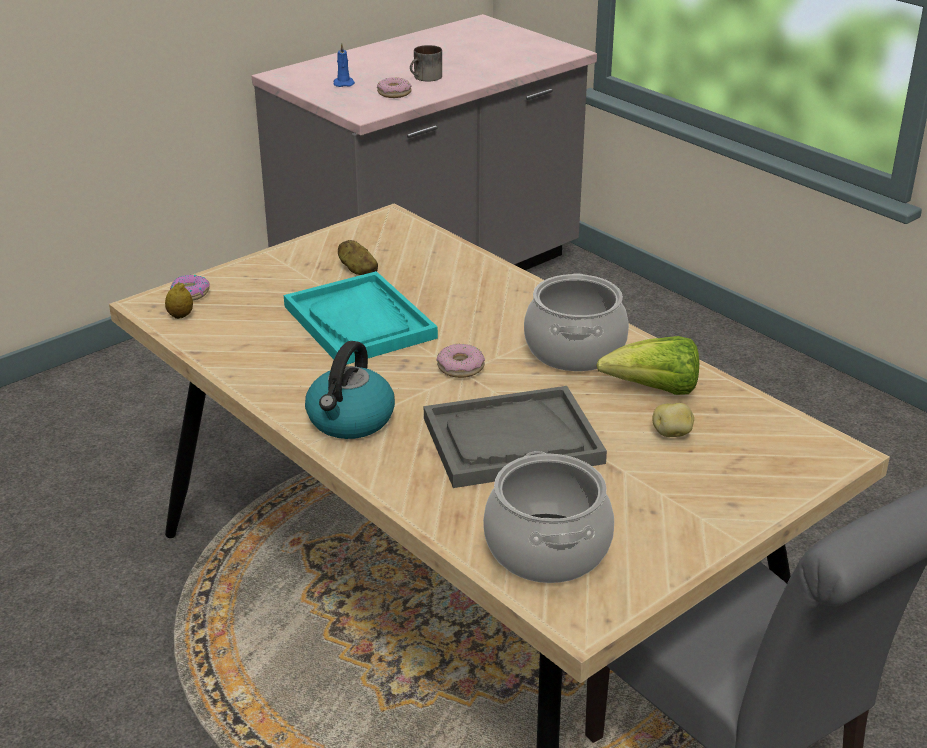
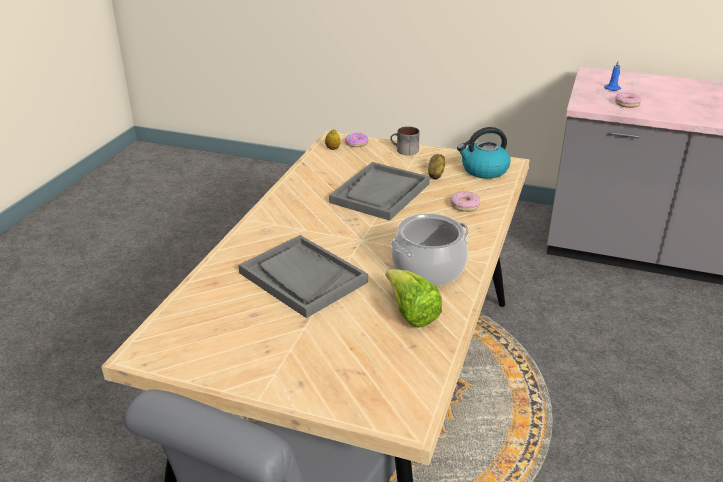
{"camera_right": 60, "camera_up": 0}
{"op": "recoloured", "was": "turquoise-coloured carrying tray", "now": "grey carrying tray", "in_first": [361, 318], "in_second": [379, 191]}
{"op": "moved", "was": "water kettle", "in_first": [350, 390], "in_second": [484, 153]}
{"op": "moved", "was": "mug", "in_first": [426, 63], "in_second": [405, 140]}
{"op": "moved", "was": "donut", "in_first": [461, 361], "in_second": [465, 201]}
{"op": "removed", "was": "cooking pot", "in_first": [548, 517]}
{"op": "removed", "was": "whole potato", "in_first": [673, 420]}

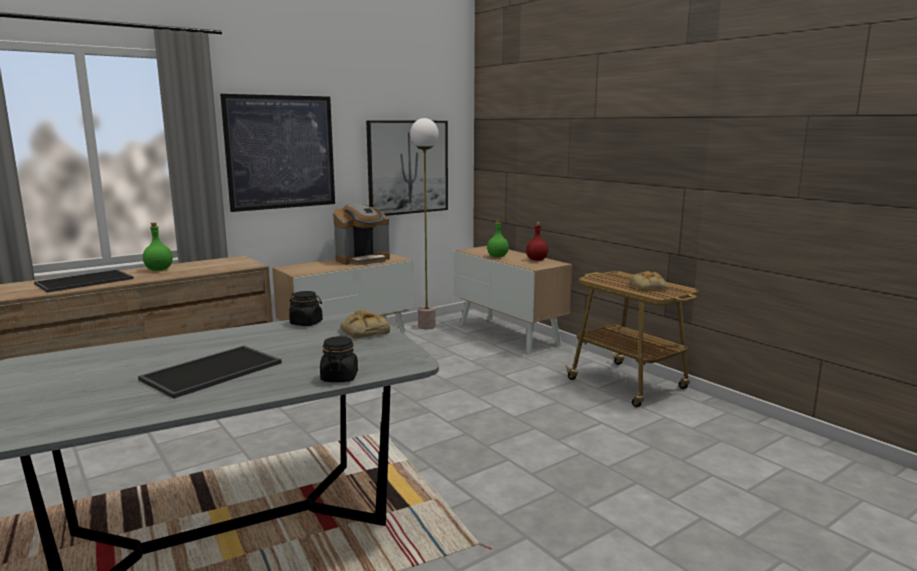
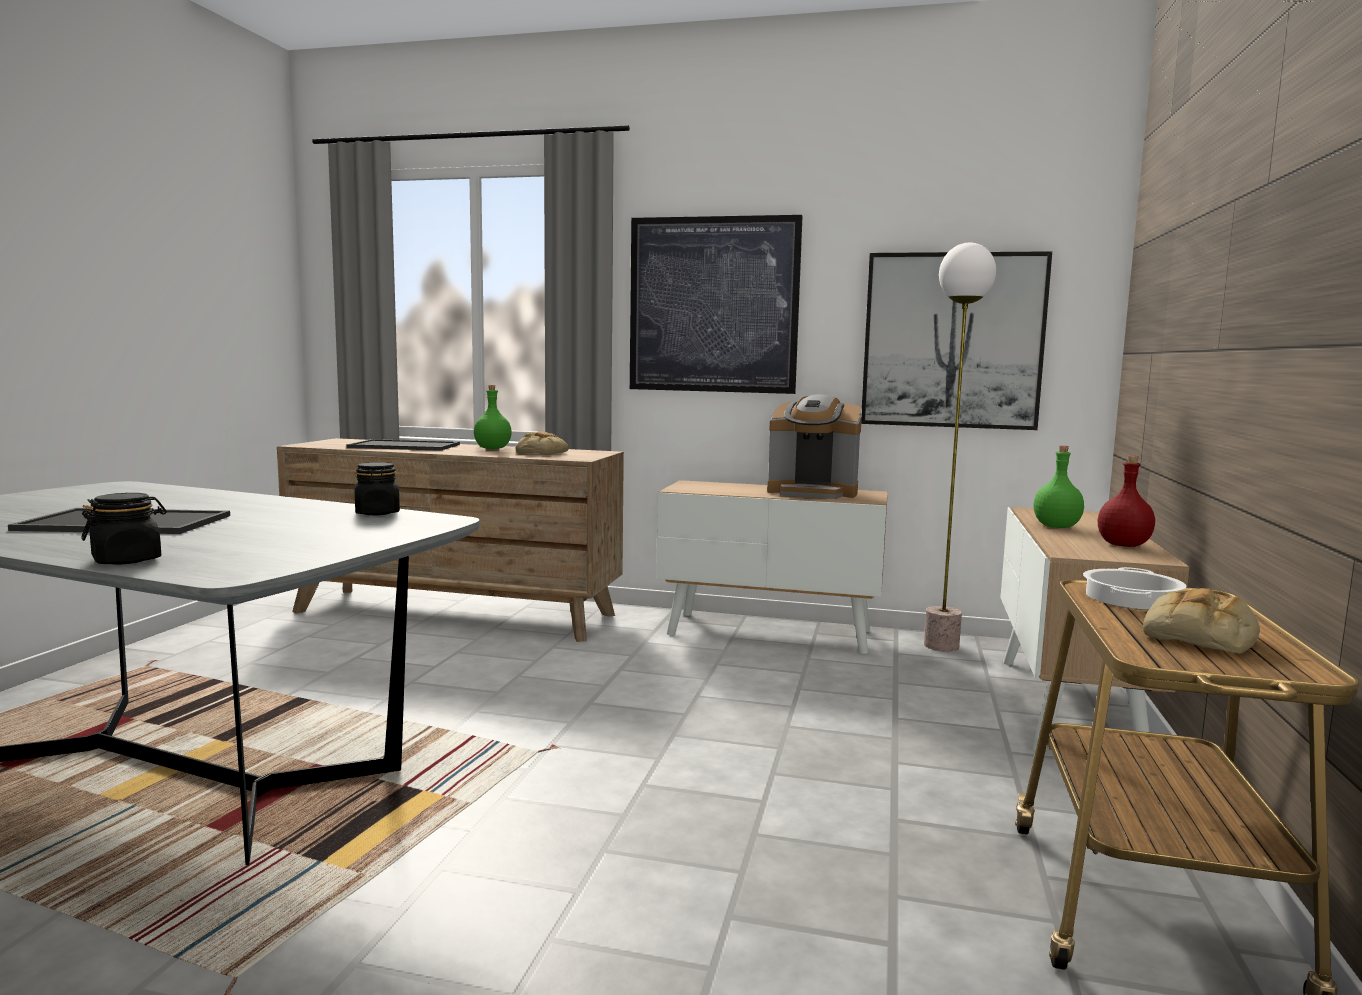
{"camera_right": 50, "camera_up": -5}
{"op": "moved", "was": "bread", "in_first": [365, 324], "in_second": [542, 443]}
{"op": "added", "now": "cooking pot", "in_second": [1135, 588]}

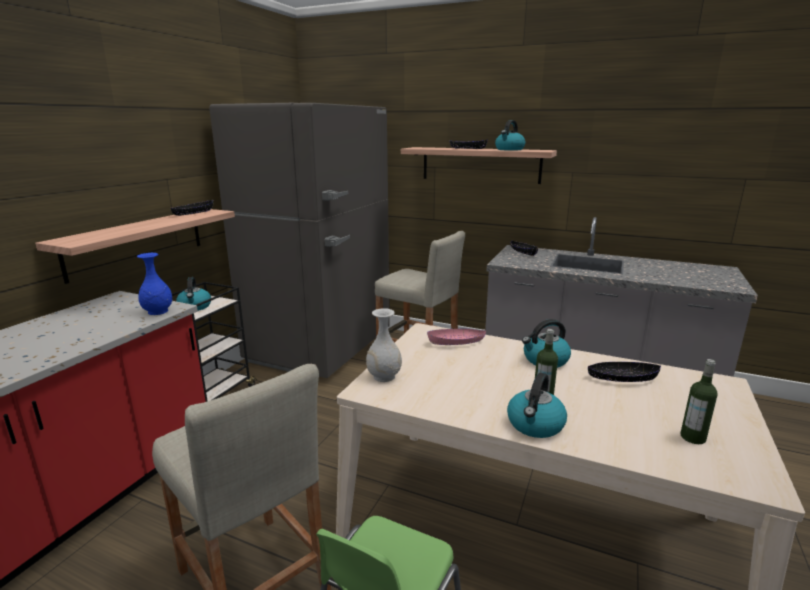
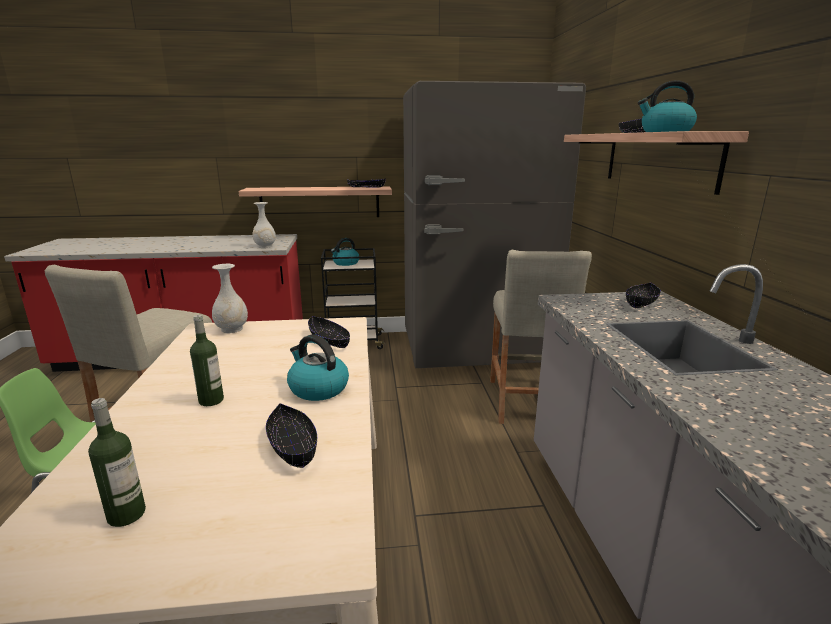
{"camera_right": 60, "camera_up": 0}
{"op": "recoloured", "was": "bluish flower vase", "now": "white-coloured flower vase", "in_first": [154, 284], "in_second": [264, 225]}
{"op": "recoloured", "was": "pink-coloured serving bowl", "now": "blackish serving bowl", "in_first": [456, 337], "in_second": [329, 332]}
{"op": "removed", "was": "water kettle", "in_first": [537, 405]}

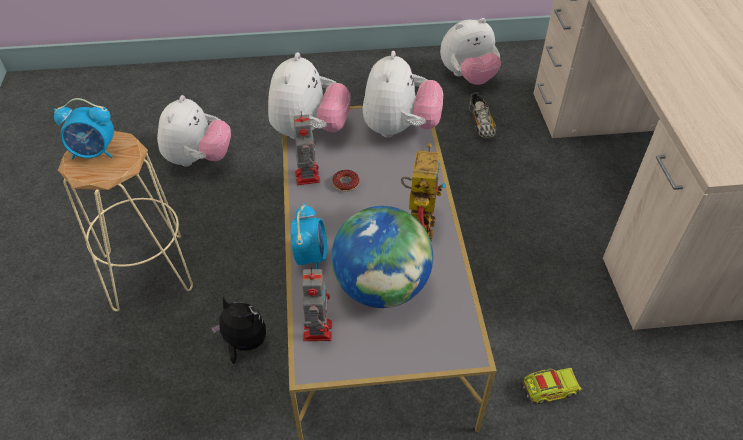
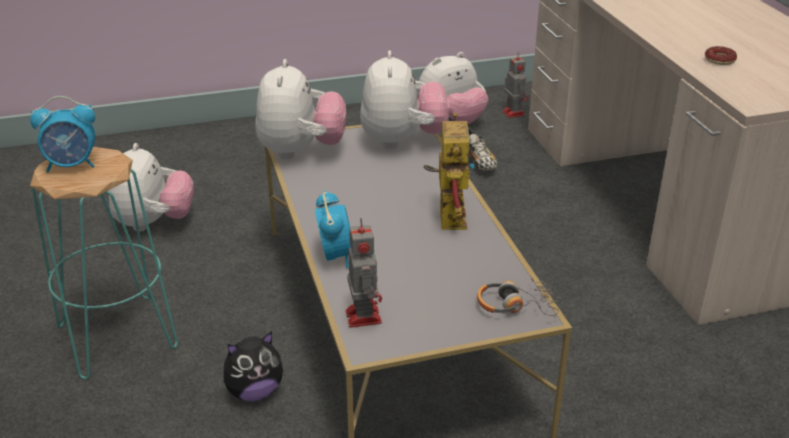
{"camera_right": -10, "camera_up": -15}
{"op": "recoloured", "was": "beige-coloured sitting stool", "now": "turquoise-coloured sitting stool", "in_first": [125, 221], "in_second": [104, 263]}
{"op": "turned", "was": "cuddly toy", "in_first": [238, 331], "in_second": [253, 366], "clockwise": 135}
{"op": "moved", "was": "model robot", "in_first": [307, 148], "in_second": [515, 84]}
{"op": "removed", "was": "globe", "in_first": [382, 257]}
{"op": "moved", "was": "donut", "in_first": [345, 181], "in_second": [721, 55]}
{"op": "removed", "was": "toy lorry", "in_first": [552, 386]}
{"op": "added", "now": "headset", "in_second": [518, 296]}

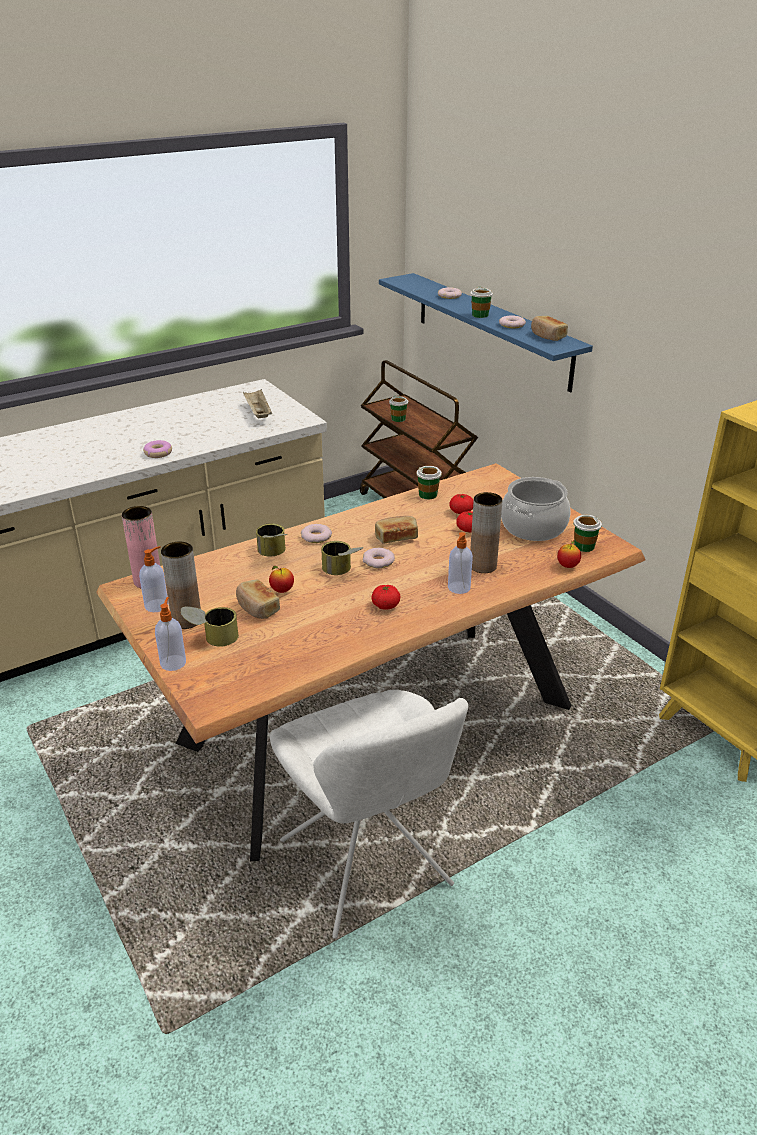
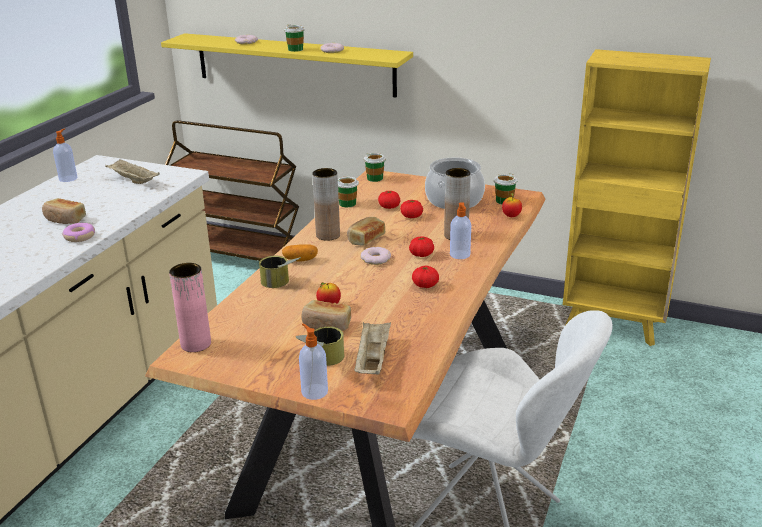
{"camera_right": -35, "camera_up": -5}
{"op": "moved", "was": "liquid soap bottle", "in_first": [153, 579], "in_second": [65, 155]}
{"op": "moved", "was": "brownish flower vase", "in_first": [181, 585], "in_second": [326, 204]}
{"op": "replaced", "was": "donut", "now": "whole potato", "in_first": [316, 533], "in_second": [300, 253]}
{"op": "removed", "was": "sealed can", "in_first": [342, 558]}
{"op": "recoloured", "was": "bluish shelf", "now": "yellow-coloured shelf", "in_first": [486, 333], "in_second": [287, 65]}
{"op": "moved", "was": "small cup", "in_first": [398, 409], "in_second": [375, 167]}
{"op": "moved", "was": "bread", "in_first": [549, 328], "in_second": [64, 211]}
{"op": "added", "now": "beige-coloured carrying tray", "in_second": [372, 348]}
{"op": "added", "now": "whole tomato", "in_second": [421, 246]}

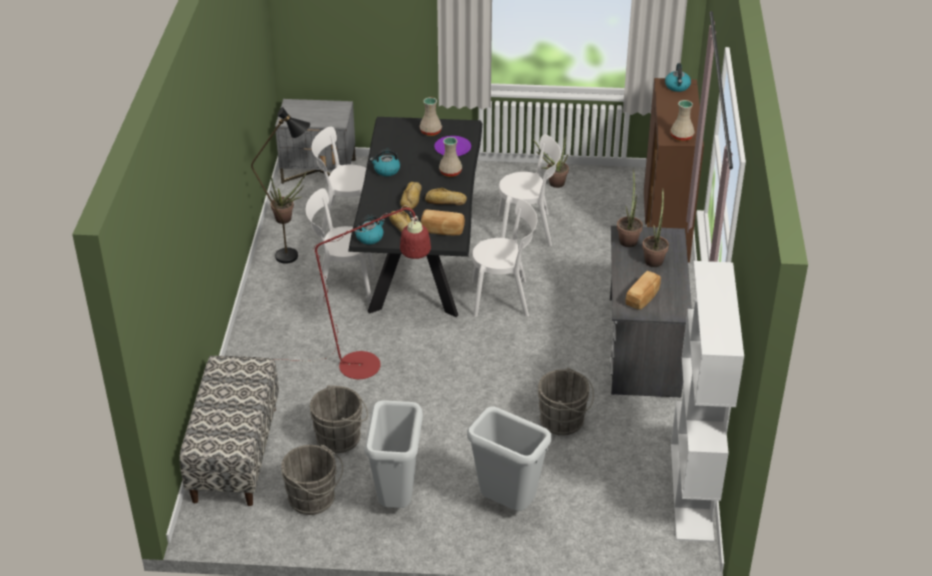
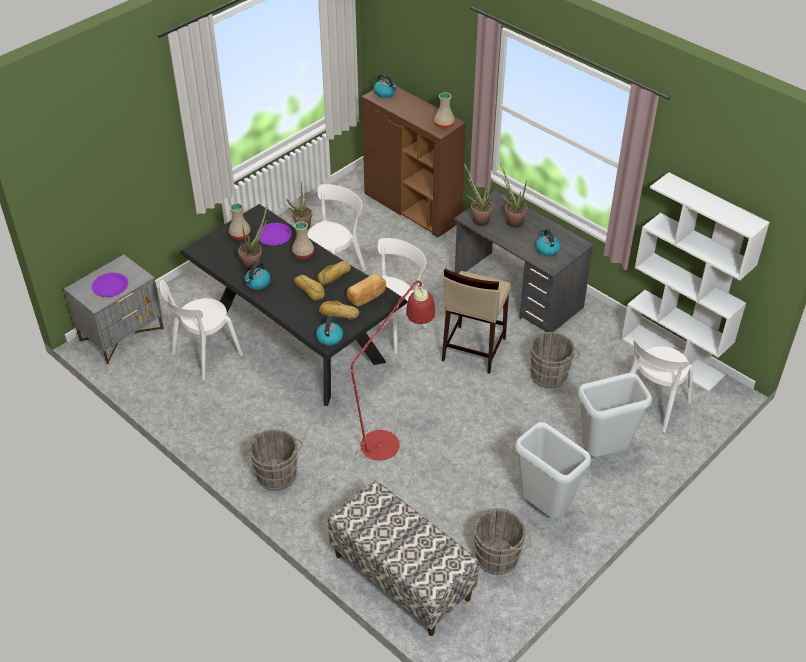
{"camera_right": -50, "camera_up": 5}
{"op": "removed", "was": "blackish floor lamp", "in_first": [281, 185]}
{"op": "moved", "was": "plant in a pot", "in_first": [288, 198], "in_second": [252, 237]}
{"op": "moved", "was": "white-coloured chair", "in_first": [340, 246], "in_second": [661, 382]}
{"op": "moved", "was": "grey pail", "in_first": [339, 419], "in_second": [276, 460]}
{"op": "replaced", "was": "bread", "now": "water kettle", "in_first": [643, 290], "in_second": [548, 242]}
{"op": "added", "now": "purplish flat dish", "in_second": [110, 285]}
{"op": "added", "now": "beige-coloured sitting stool", "in_second": [476, 321]}

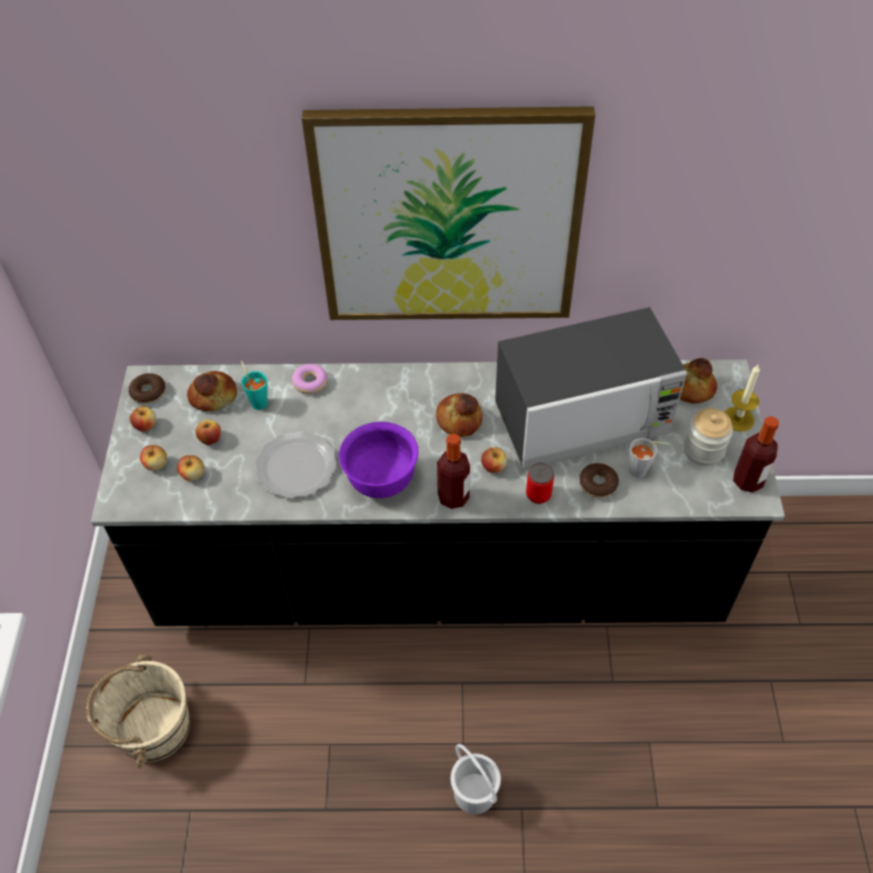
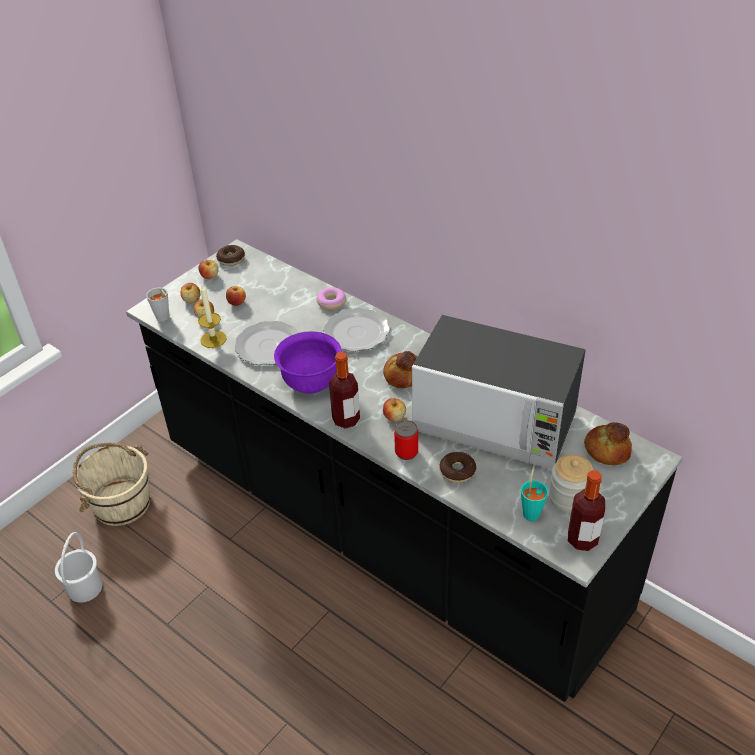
{"camera_right": 40, "camera_up": -10}
{"op": "removed", "was": "bread", "in_first": [212, 391]}
{"op": "moved", "was": "turquoise-coloured small cup", "in_first": [254, 385], "in_second": [534, 493]}
{"op": "removed", "was": "wall picture", "in_first": [448, 213]}
{"op": "moved", "was": "white-coloured pail", "in_first": [475, 779], "in_second": [78, 567]}
{"op": "moved", "was": "grey small cup", "in_first": [649, 458], "in_second": [157, 304]}
{"op": "moved", "was": "candle", "in_first": [742, 398], "in_second": [212, 316]}
{"op": "added", "now": "flat dish", "in_second": [356, 330]}

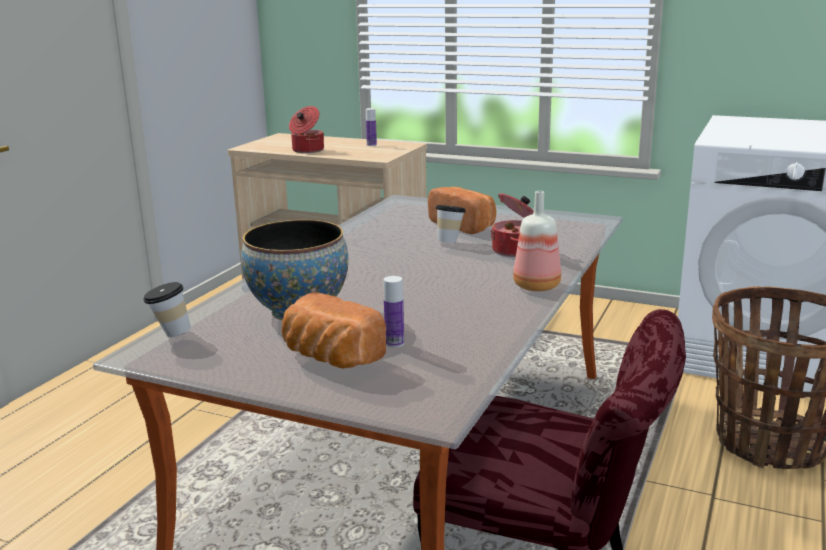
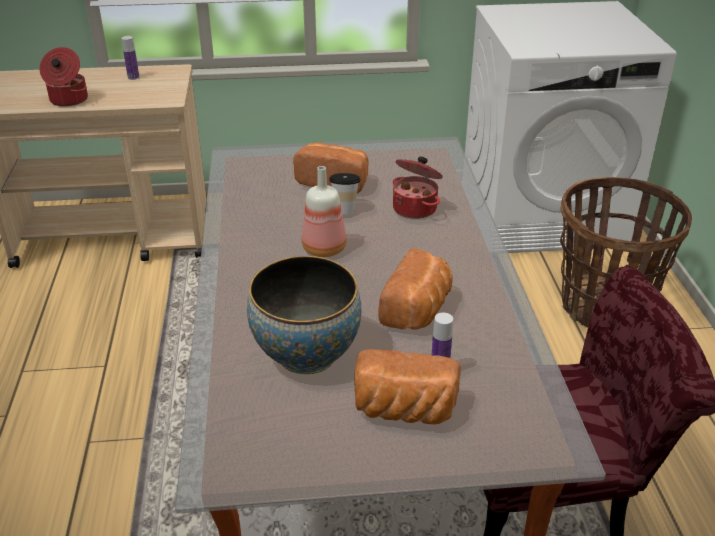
{"camera_right": -30, "camera_up": 15}
{"op": "removed", "was": "small cup", "in_first": [167, 309]}
{"op": "moved", "was": "bottle", "in_first": [537, 241], "in_second": [324, 211]}
{"op": "added", "now": "bread", "in_second": [415, 289]}

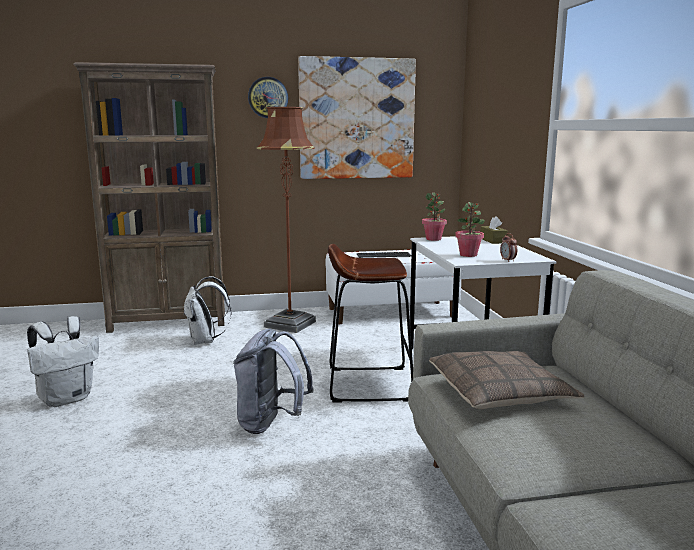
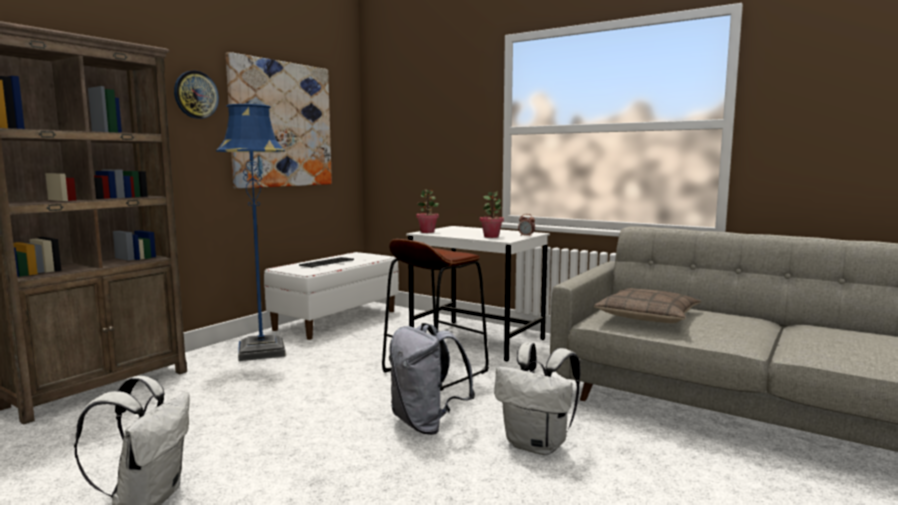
{"camera_right": -45, "camera_up": -5}
{"op": "moved", "was": "white-coloured backpack", "in_first": [207, 310], "in_second": [537, 398]}
{"op": "recoloured", "was": "brownish floor lamp", "now": "bluish floor lamp", "in_first": [286, 220], "in_second": [250, 232]}
{"op": "removed", "was": "brownish tissue box", "in_first": [494, 230]}

